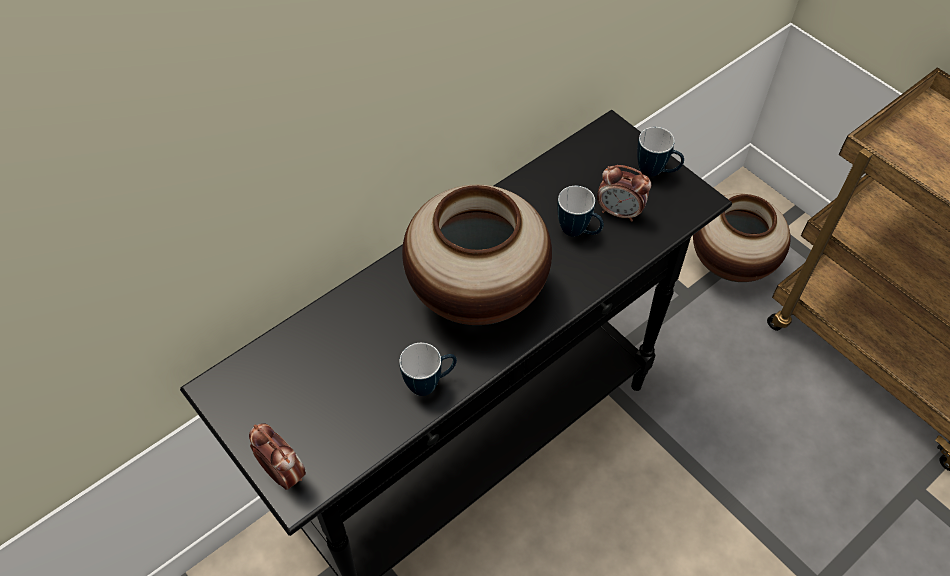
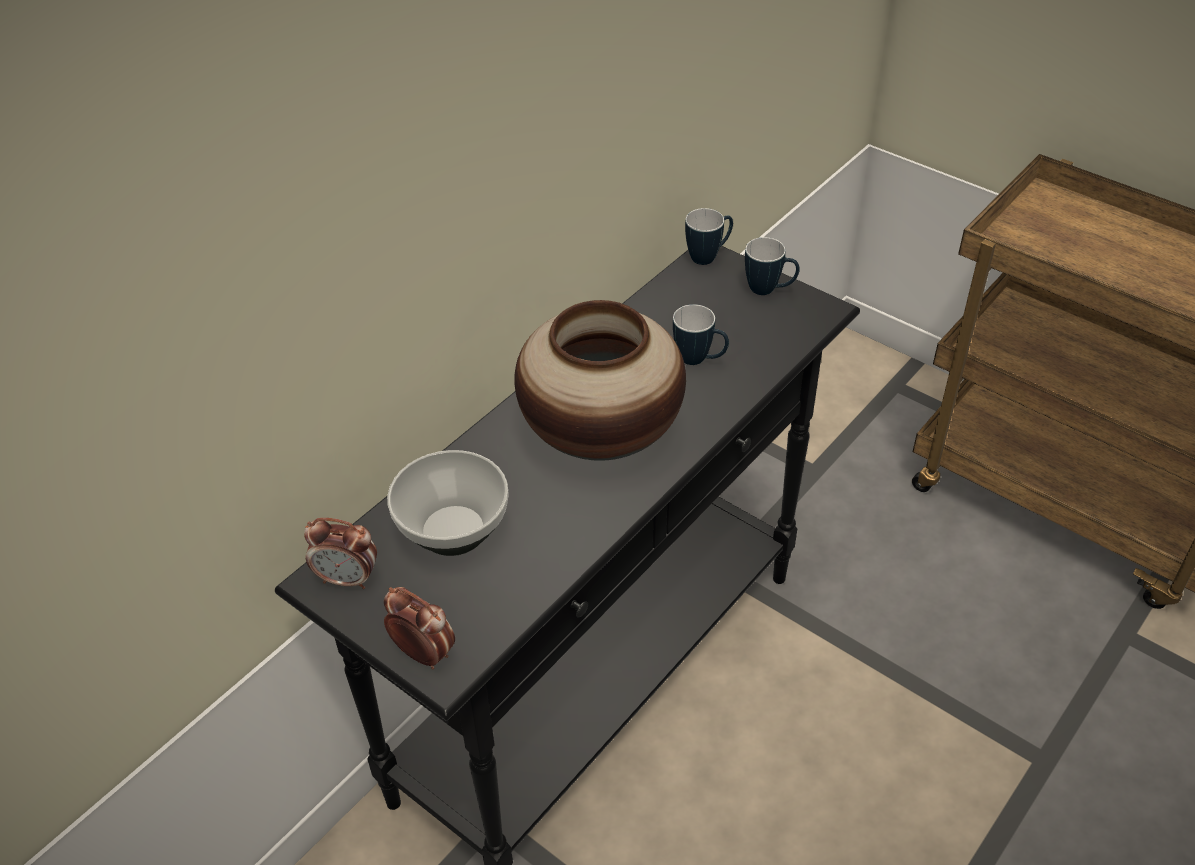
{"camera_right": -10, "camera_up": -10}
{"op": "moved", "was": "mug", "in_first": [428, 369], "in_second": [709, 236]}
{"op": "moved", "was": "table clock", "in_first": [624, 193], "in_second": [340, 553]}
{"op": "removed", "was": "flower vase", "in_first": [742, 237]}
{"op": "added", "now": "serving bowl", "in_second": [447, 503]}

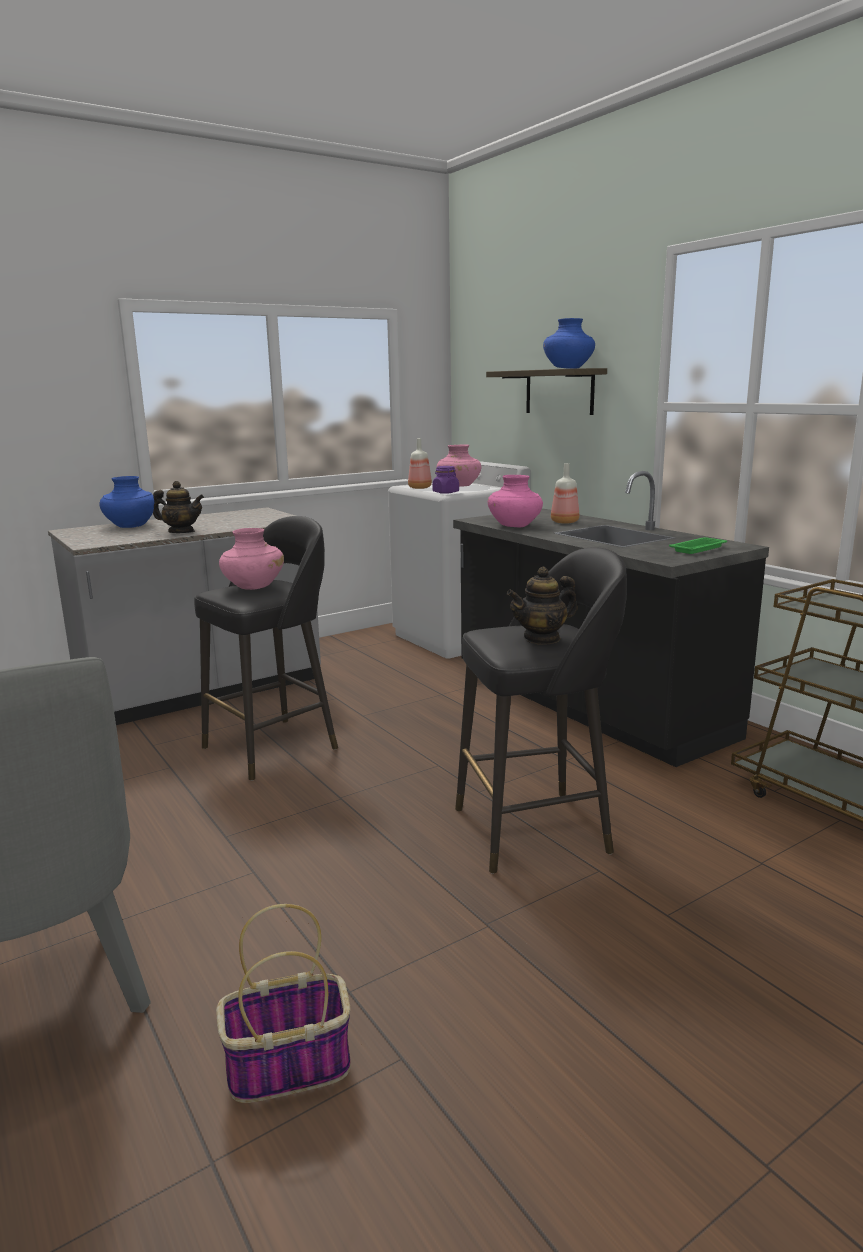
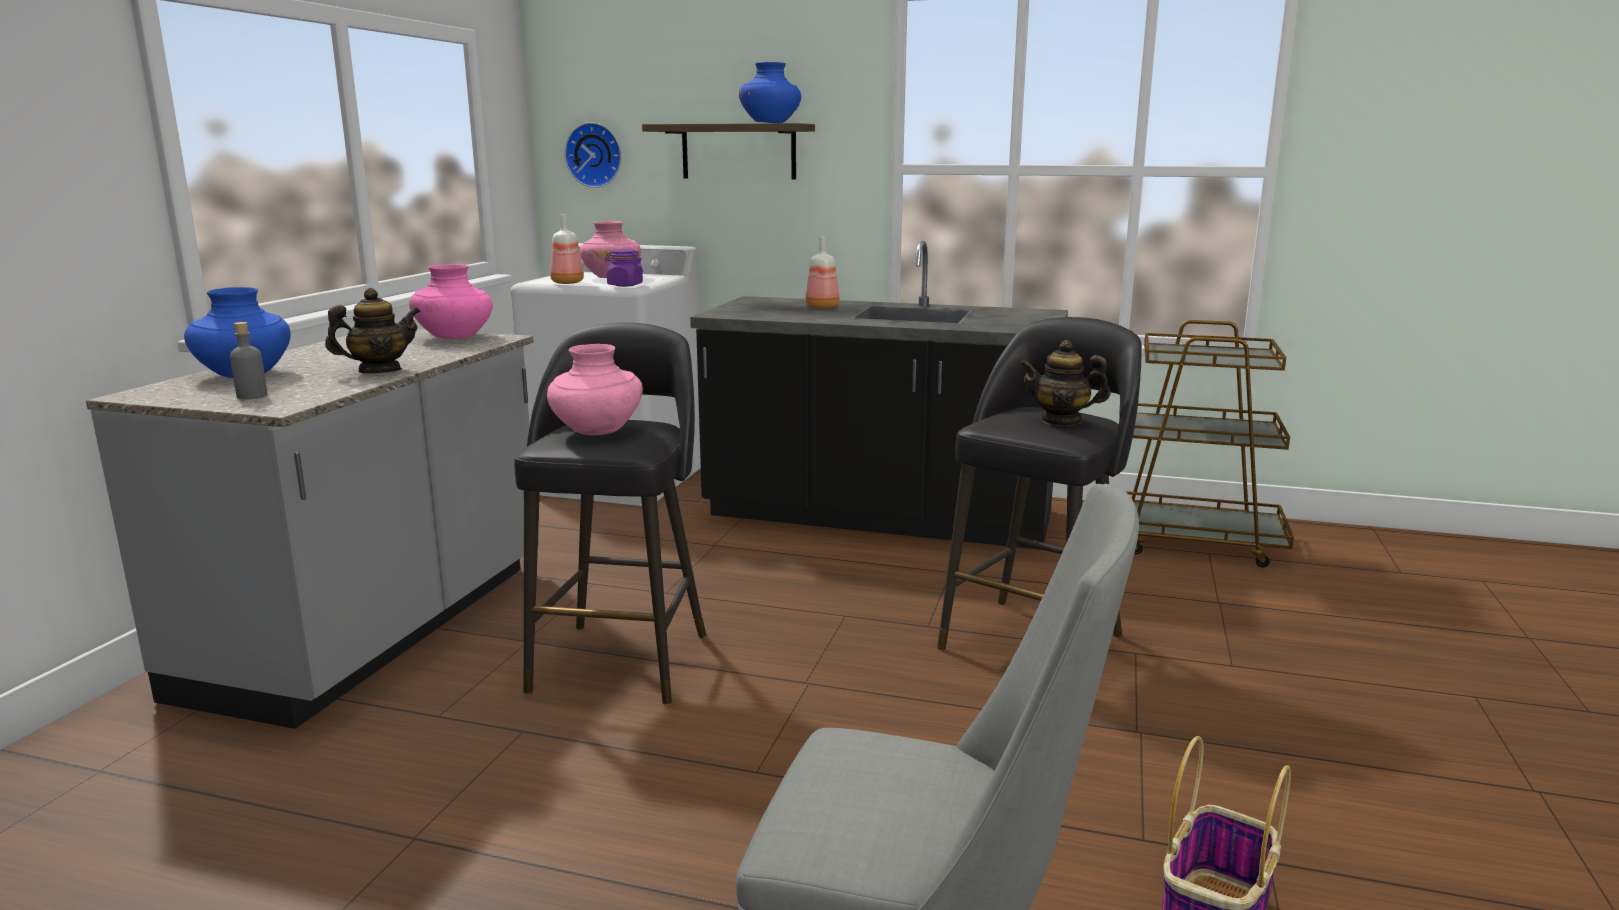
{"camera_right": -40, "camera_up": 0}
{"op": "moved", "was": "pink-coloured flower vase", "in_first": [515, 501], "in_second": [451, 301]}
{"op": "turned", "was": "teapot", "in_first": [542, 606], "in_second": [1065, 383], "clockwise": 75}
{"op": "removed", "was": "green-coloured carrying tray", "in_first": [698, 545]}
{"op": "added", "now": "grey bottle", "in_second": [248, 360]}
{"op": "added", "now": "wall clock", "in_second": [593, 155]}

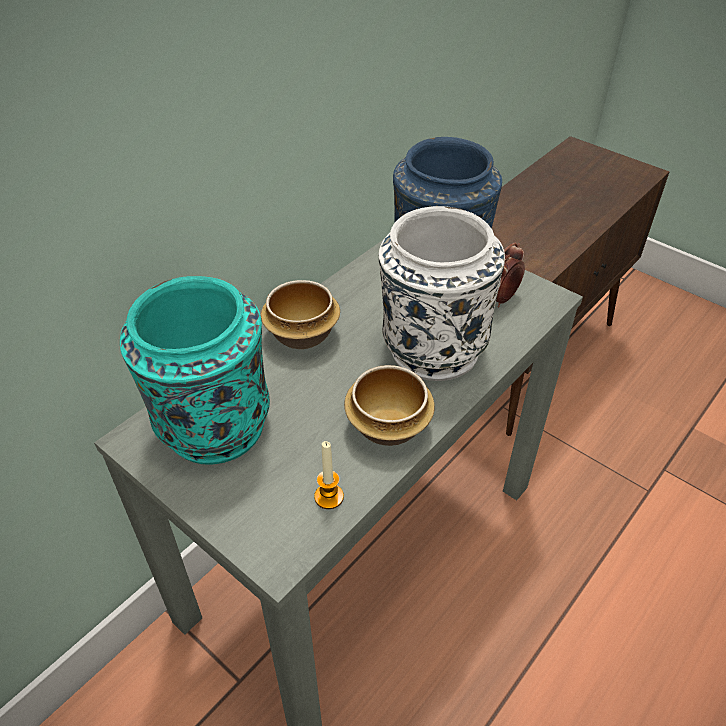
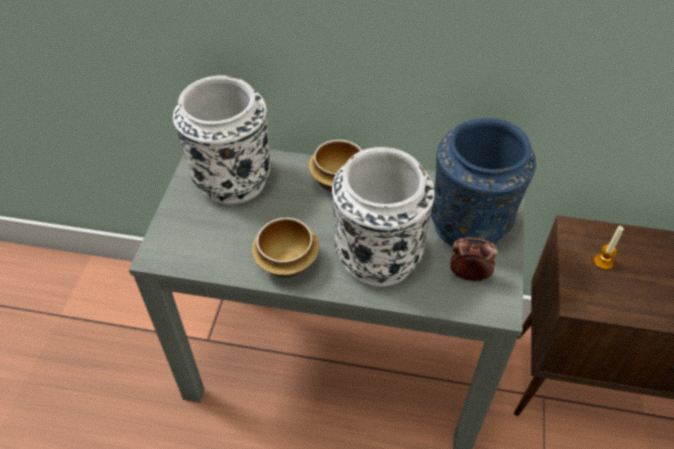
{"camera_right": 60, "camera_up": 5}
{"op": "recoloured", "was": "turquoise-coloured flower vase", "now": "white-coloured flower vase", "in_first": [195, 370], "in_second": [222, 140]}
{"op": "moved", "was": "candle", "in_first": [329, 475], "in_second": [609, 247]}

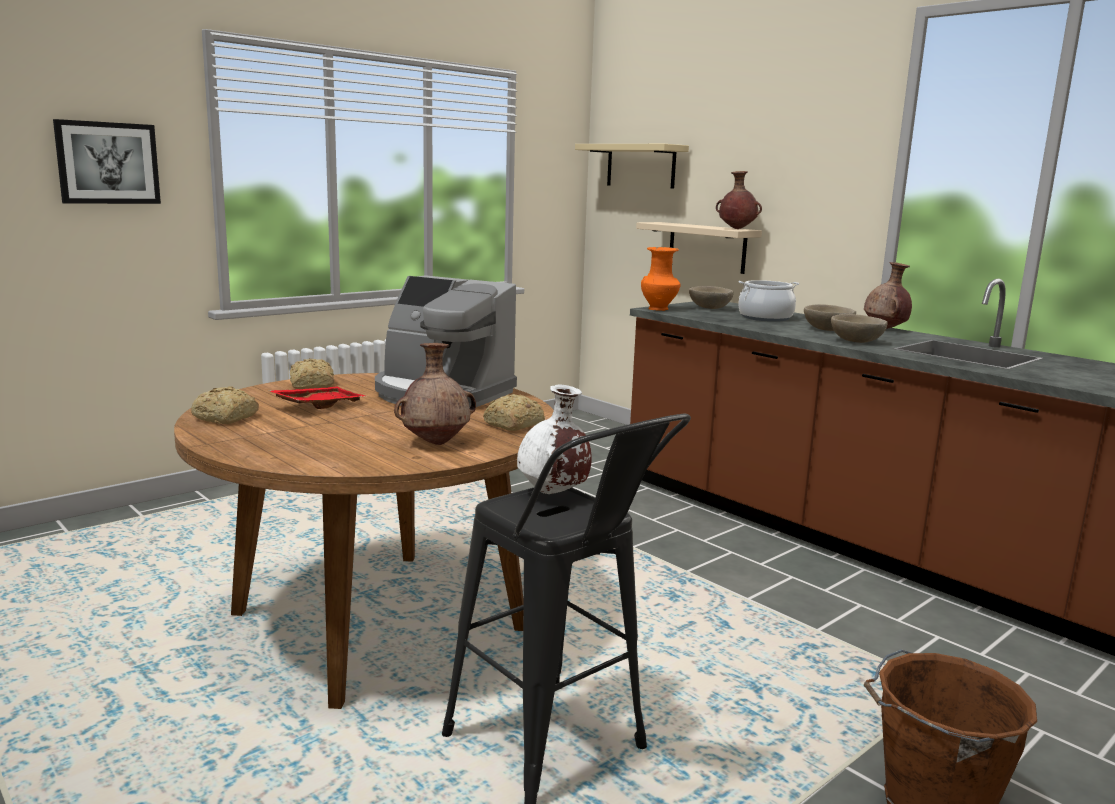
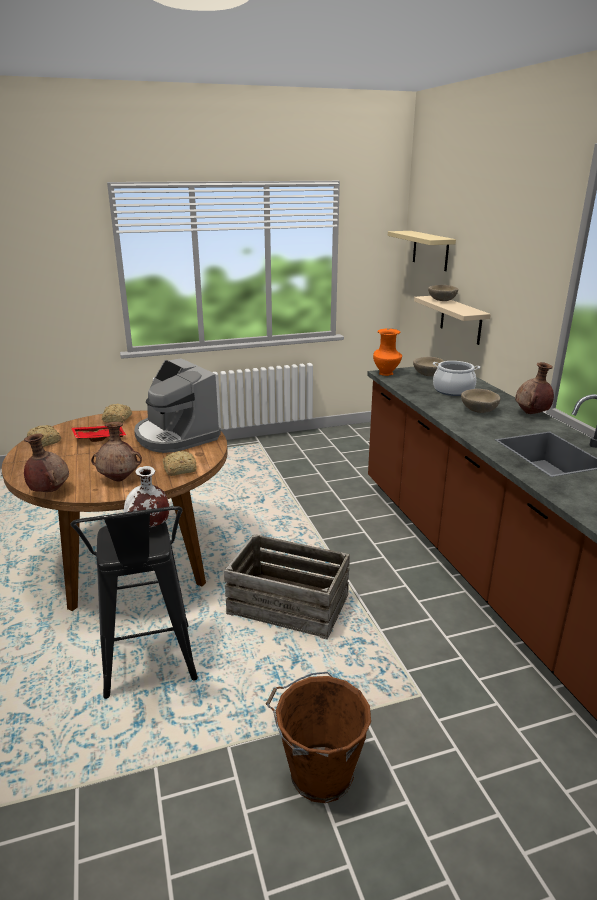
{"camera_right": 25, "camera_up": 10}
{"op": "removed", "was": "wall picture", "in_first": [107, 161]}
{"op": "moved", "was": "brownish flower vase", "in_first": [739, 200], "in_second": [46, 463]}
{"op": "moved", "was": "beige-coloured serving bowl", "in_first": [859, 328], "in_second": [443, 293]}
{"op": "added", "now": "shipping crate", "in_second": [287, 587]}

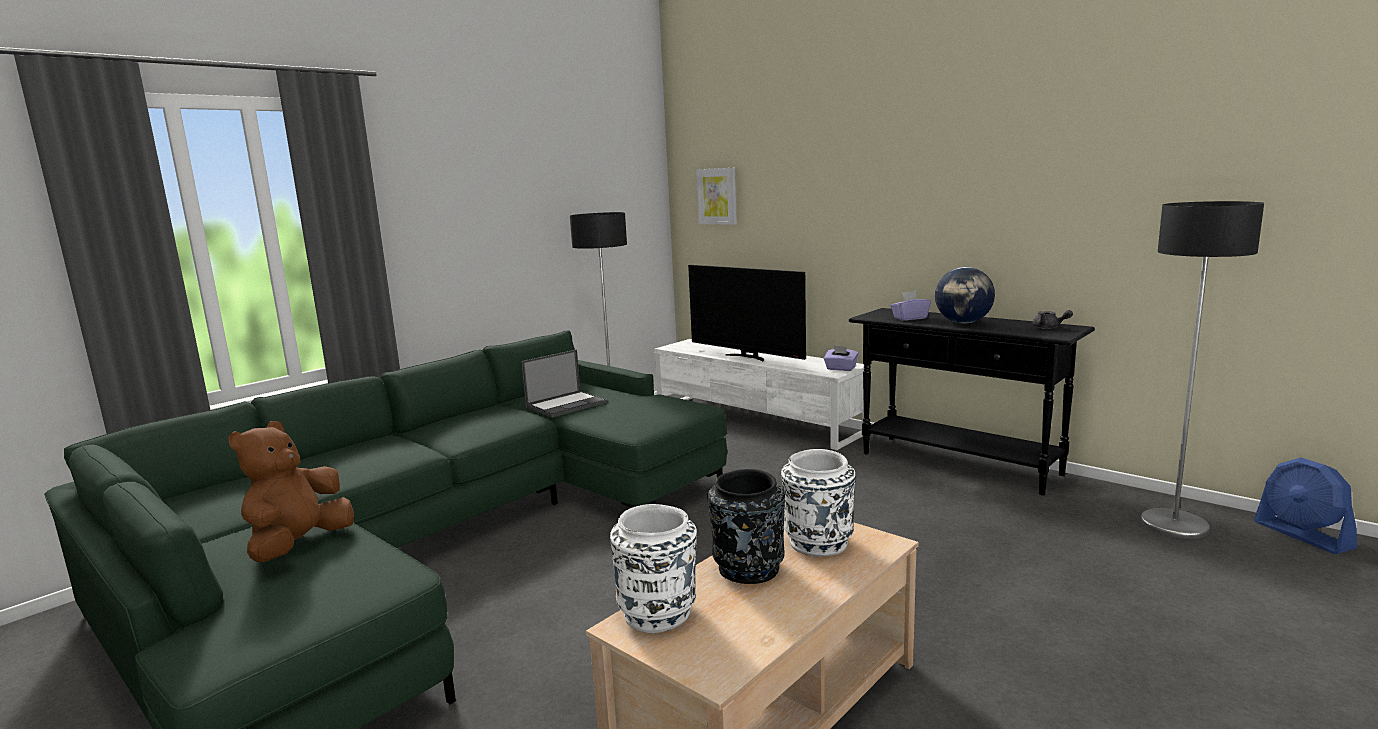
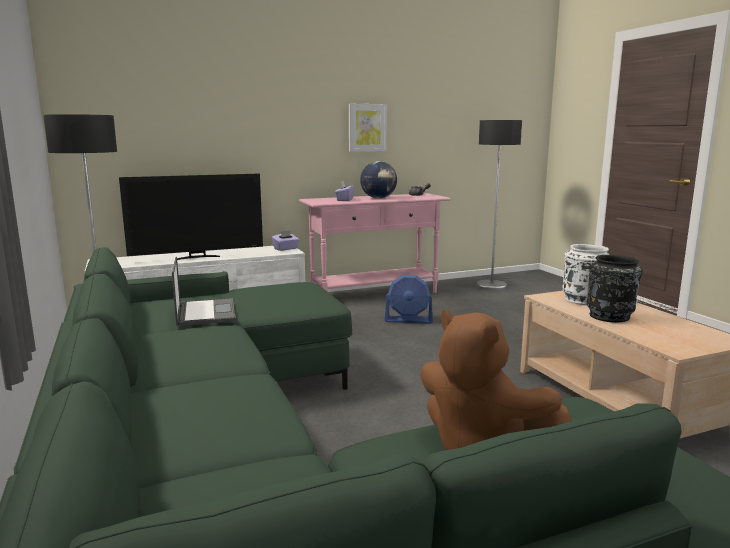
{"camera_right": -65, "camera_up": 0}
{"op": "removed", "was": "white-coloured flower vase", "in_first": [653, 568]}
{"op": "moved", "was": "wall picture", "in_first": [716, 196], "in_second": [368, 128]}
{"op": "recoloured", "was": "blackish narrow table", "now": "pink-coloured narrow table", "in_first": [972, 401], "in_second": [375, 243]}
{"op": "moved", "was": "bluish electric fan", "in_first": [1305, 506], "in_second": [409, 299]}

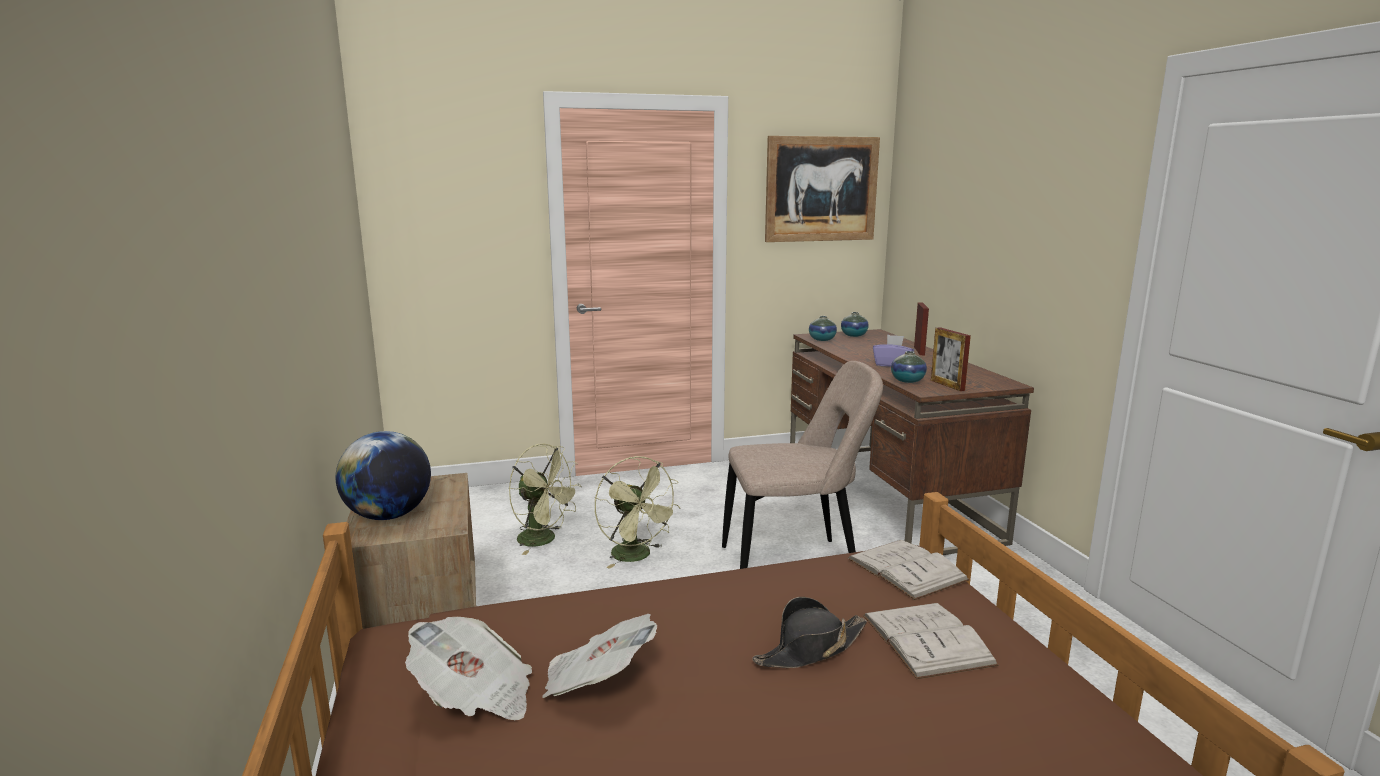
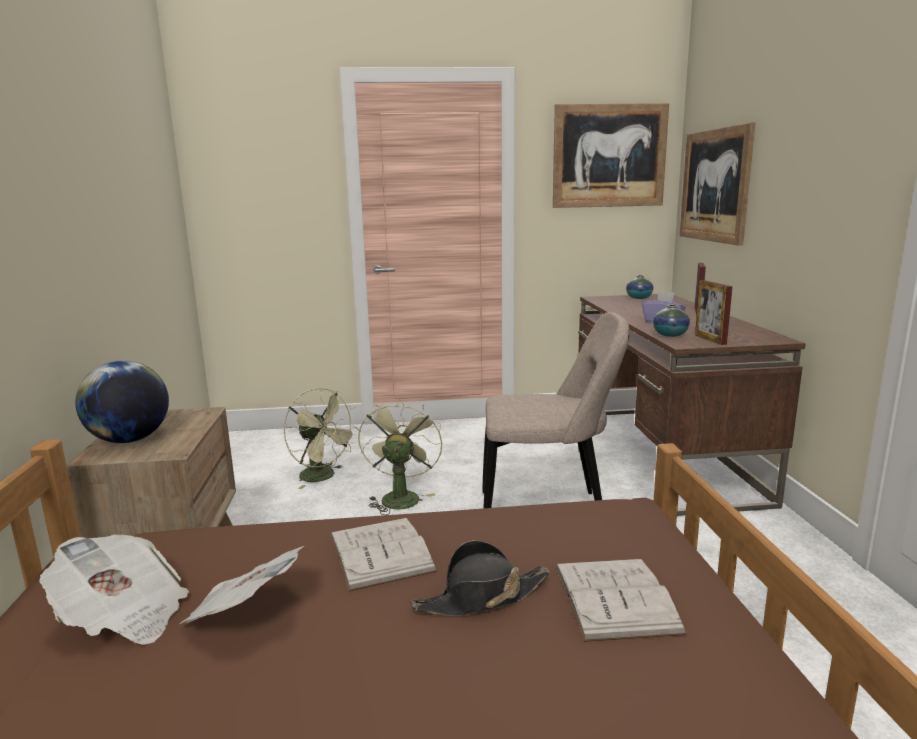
{"camera_right": 10, "camera_up": 0}
{"op": "turned", "was": "green-coloured electric fan", "in_first": [637, 512], "in_second": [400, 456], "clockwise": -150}
{"op": "removed", "was": "flower vase", "in_first": [823, 328]}
{"op": "moved", "was": "white-coloured bound book", "in_first": [909, 570], "in_second": [383, 555]}
{"op": "added", "now": "wall picture", "in_second": [717, 184]}

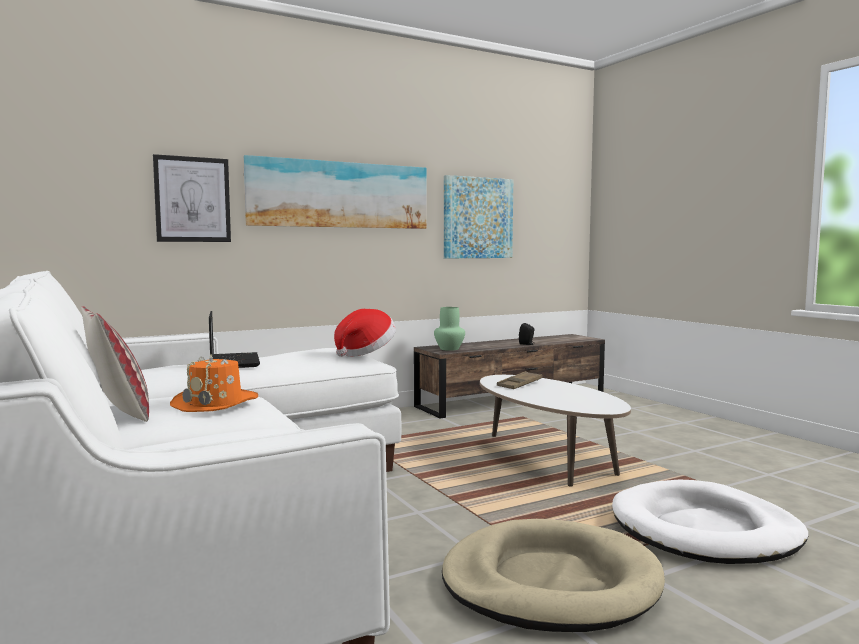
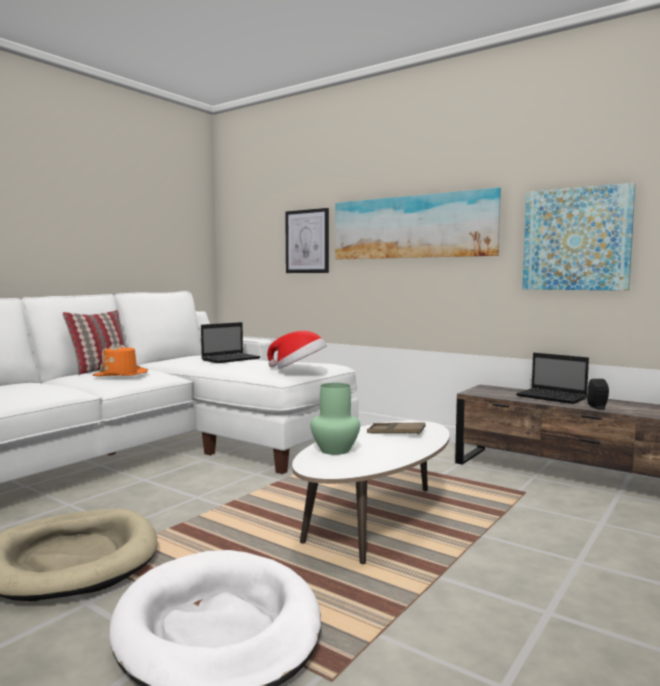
{"camera_right": 65, "camera_up": 0}
{"op": "moved", "was": "green-coloured flower vase", "in_first": [449, 329], "in_second": [335, 419]}
{"op": "added", "now": "laptop", "in_second": [552, 378]}

